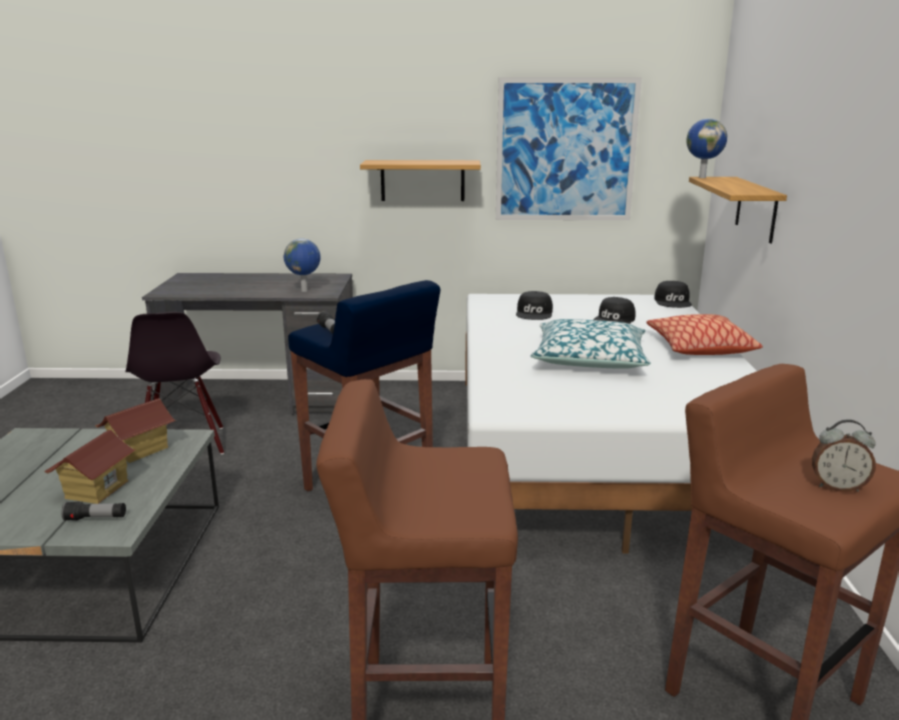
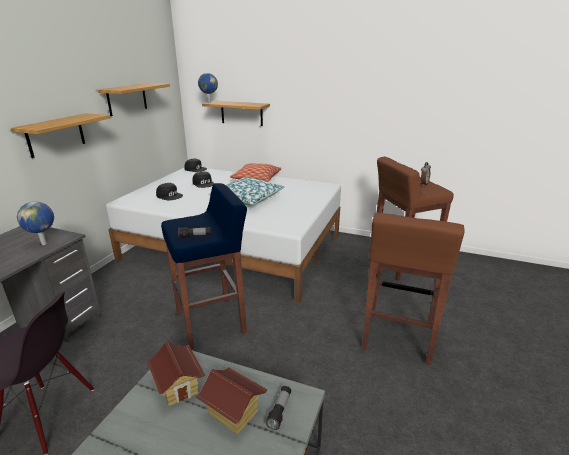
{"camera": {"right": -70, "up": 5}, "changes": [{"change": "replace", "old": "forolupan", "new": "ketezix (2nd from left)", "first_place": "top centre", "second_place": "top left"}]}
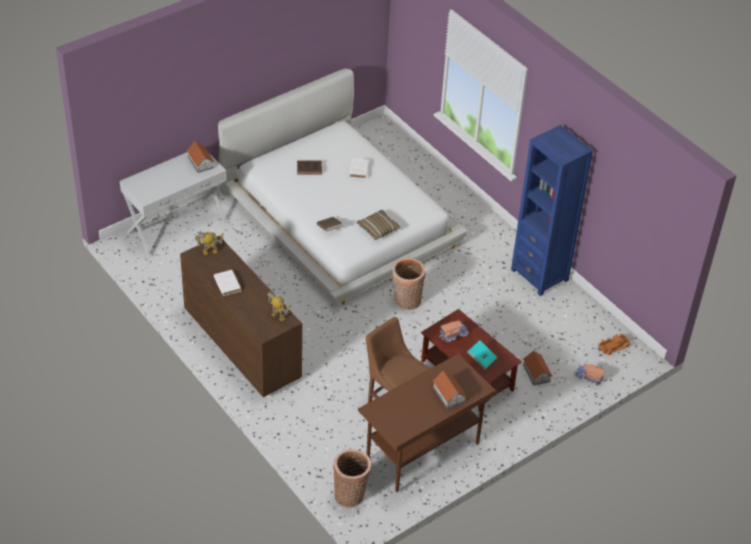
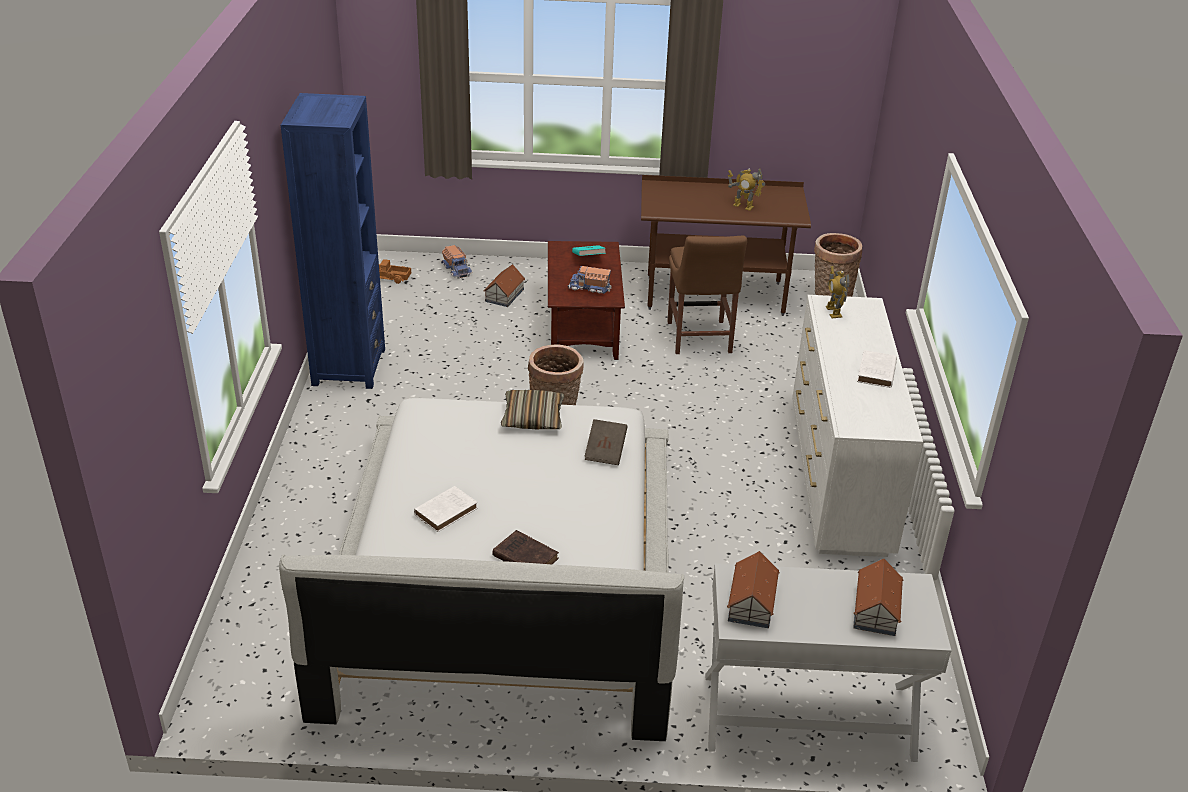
{"camera": {"right": -140, "up": -10}, "changes": [{"change": "move", "old": "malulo (1st from left)", "first_place": "middle left", "second_place": "top centre"}, {"change": "recolor", "old": "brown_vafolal", "new": "white_vafolal", "first_place": "middle left", "second_place": "middle right"}, {"change": "move", "old": "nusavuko (2nd from left in the first image)", "new": "nusavuko (3rd from left)", "first_place": "bottom centre", "second_place": "bottom right"}]}
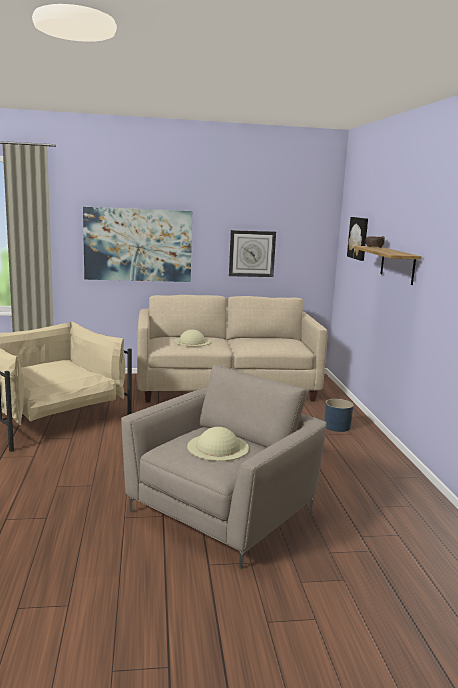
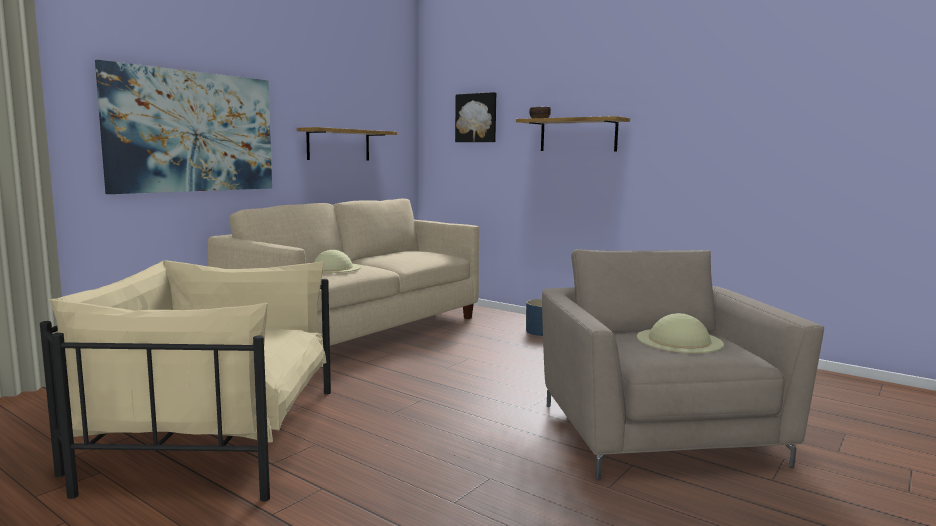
{"camera": {"right": -45, "up": -5}, "changes": [{"change": "replace", "old": "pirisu", "new": "ketezix (1st from left)", "first_place": "centre", "second_place": "top centre"}]}
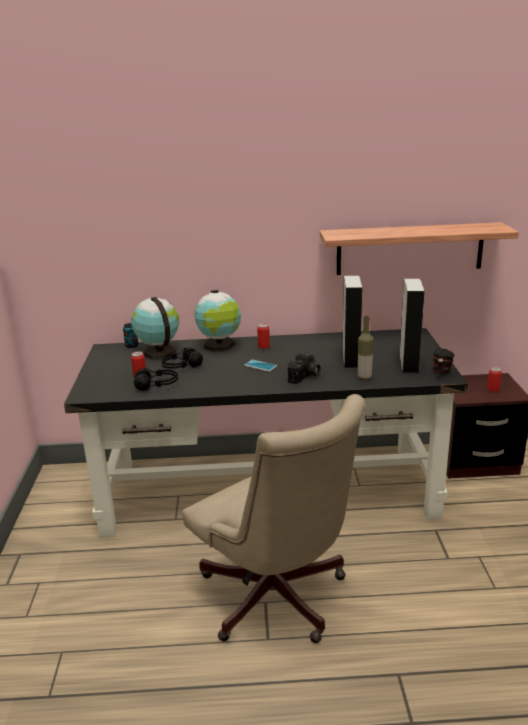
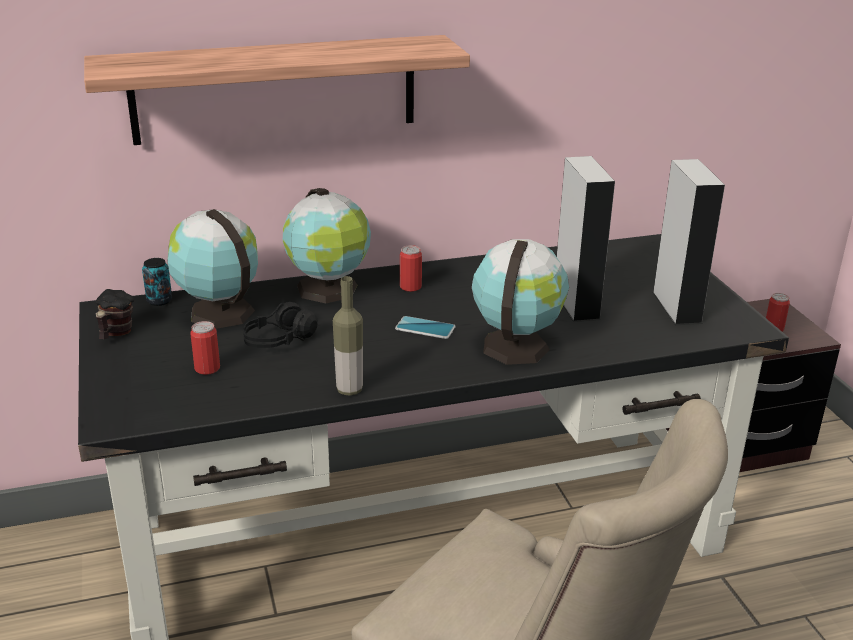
{"camera": {"right": -15, "up": 5}, "changes": [{"change": "move", "old": "ketezix", "first_place": "middle right", "second_place": "top left"}, {"change": "move", "old": "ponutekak", "first_place": "middle right", "second_place": "centre"}, {"change": "move", "old": "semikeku", "first_place": "middle right", "second_place": "middle left"}, {"change": "replace", "old": "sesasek", "new": "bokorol (3rd from left)", "first_place": "centre", "second_place": "centre"}, {"change": "delete", "old": "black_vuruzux (1st from left)", "first_place": "middle left"}]}
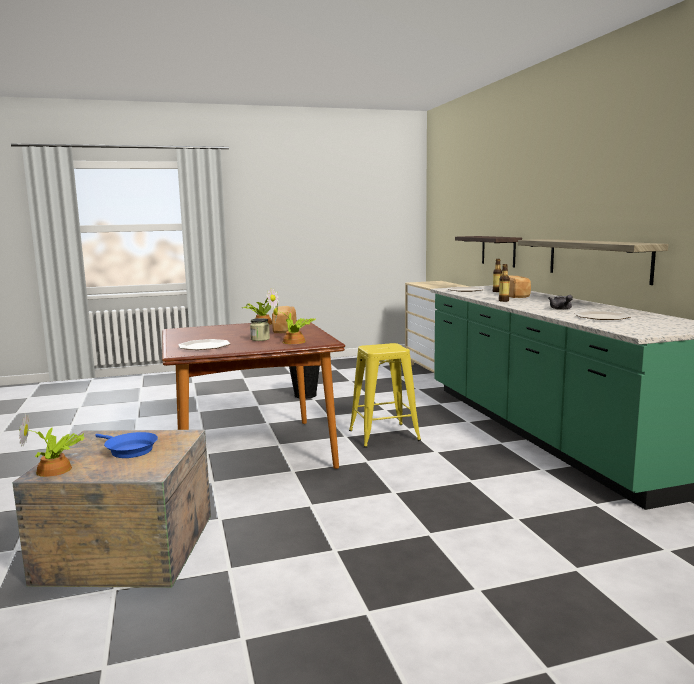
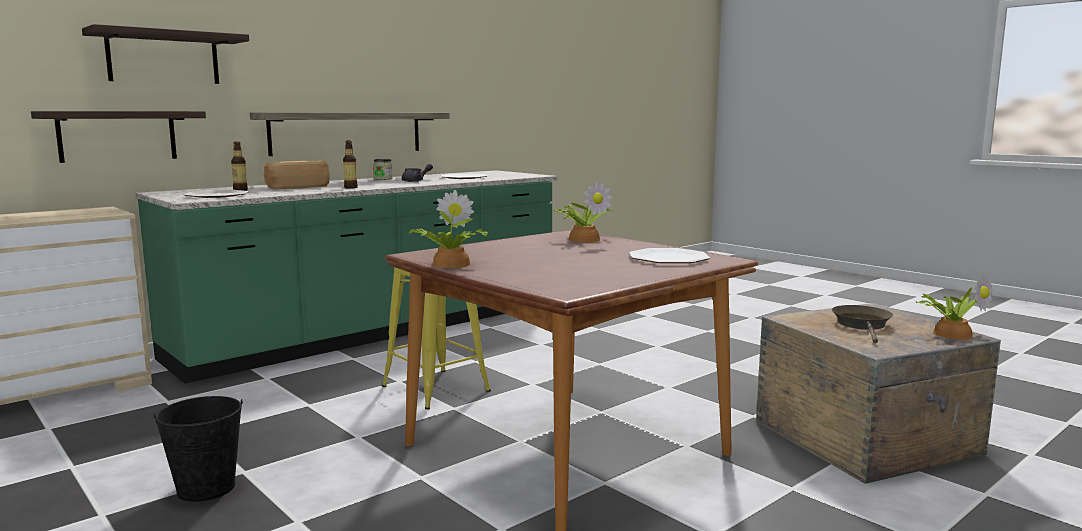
{"camera": {"right": -115, "up": 0}, "changes": [{"change": "delete", "old": "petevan (1st from left)", "first_place": "centre"}, {"change": "move", "old": "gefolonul", "first_place": "centre", "second_place": "top centre"}, {"change": "recolor", "old": "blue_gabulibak", "new": "brown_gabulibak", "first_place": "middle left", "second_place": "middle right"}, {"change": "insert", "new": "ketezix (2nd from left)", "second_place": "top left"}]}
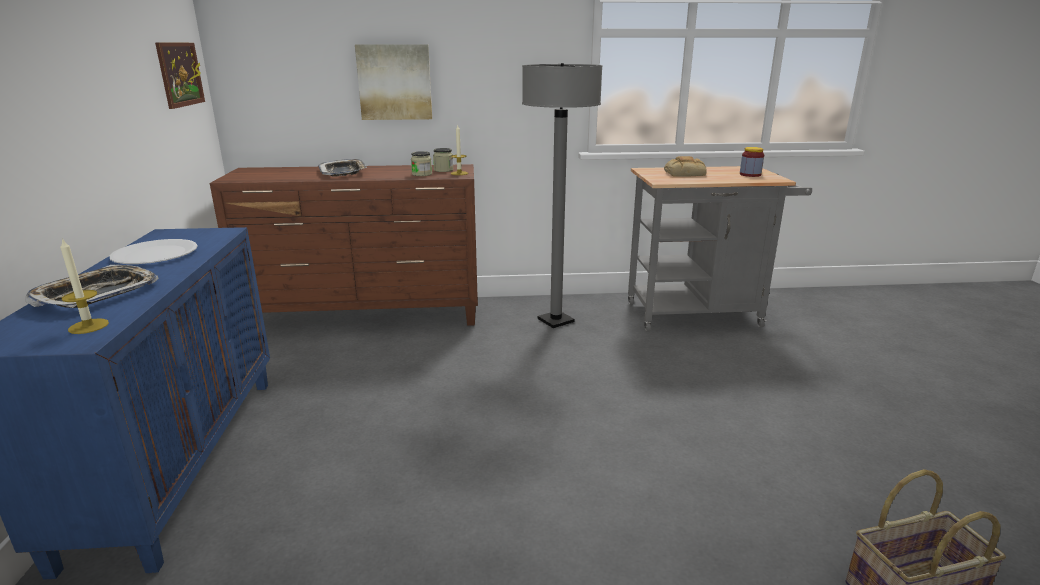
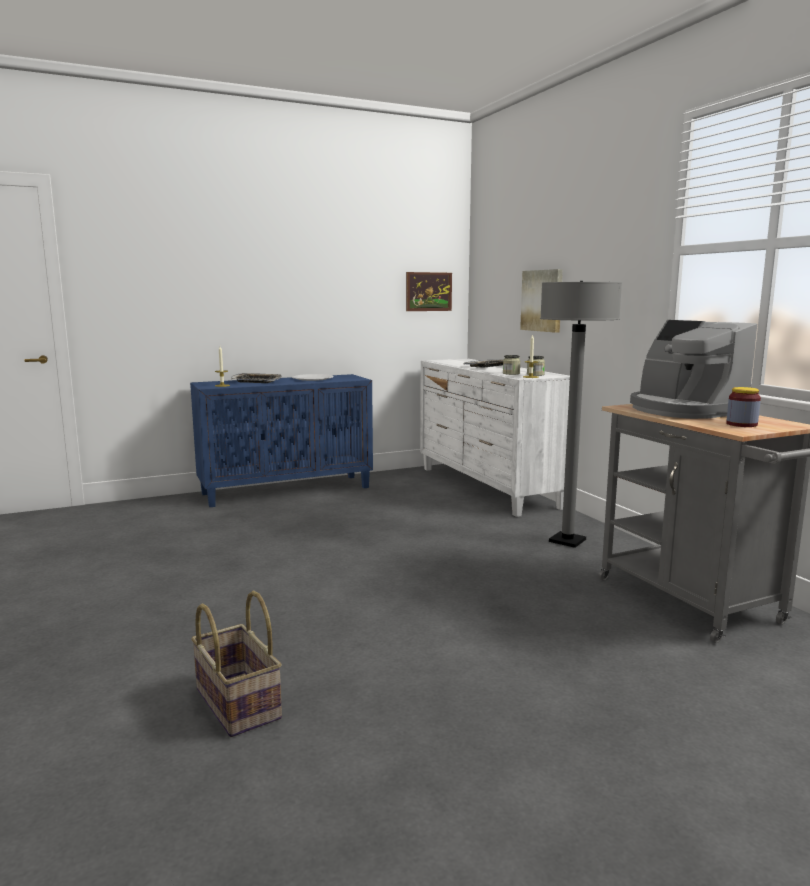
{"camera": {"right": 70, "up": -10}, "changes": [{"change": "replace", "old": "petevan", "new": "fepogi", "first_place": "top centre", "second_place": "middle right"}, {"change": "recolor", "old": "brown_vafolal", "new": "white_vafolal", "first_place": "middle left", "second_place": "centre"}]}
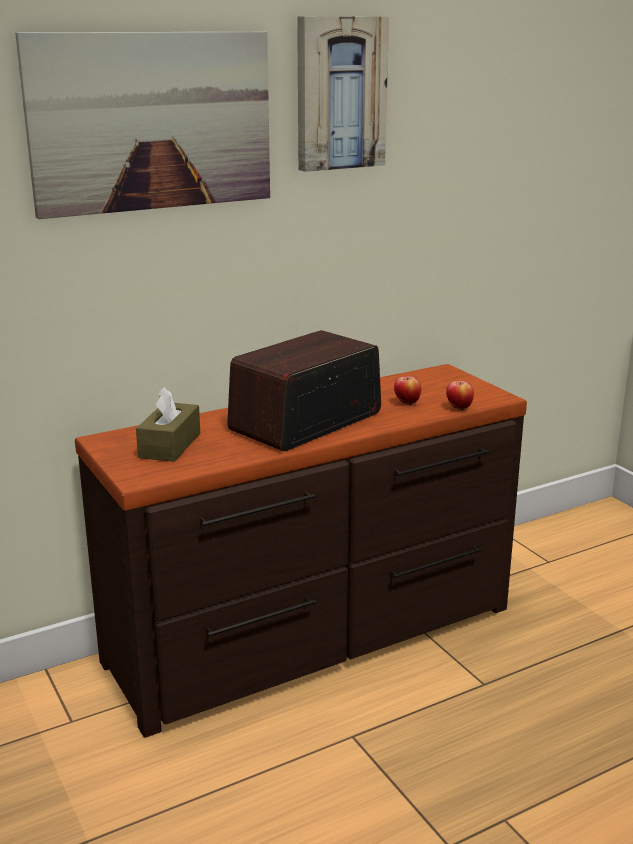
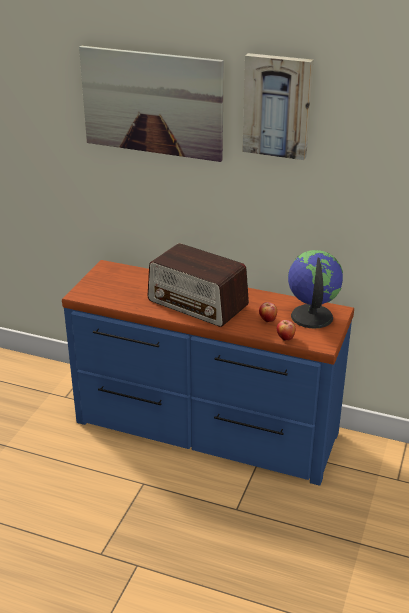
{"camera": {"right": 50, "up": 10}, "changes": [{"change": "rotate", "old": "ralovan", "first_place": "centre", "second_place": "centre", "degrees": -150}, {"change": "recolor", "old": "brown_vafolal", "new": "blue_vafolal", "first_place": "centre", "second_place": "centre"}, {"change": "delete", "old": "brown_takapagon", "first_place": "middle left"}, {"change": "insert", "new": "bokorol", "second_place": "middle right"}]}
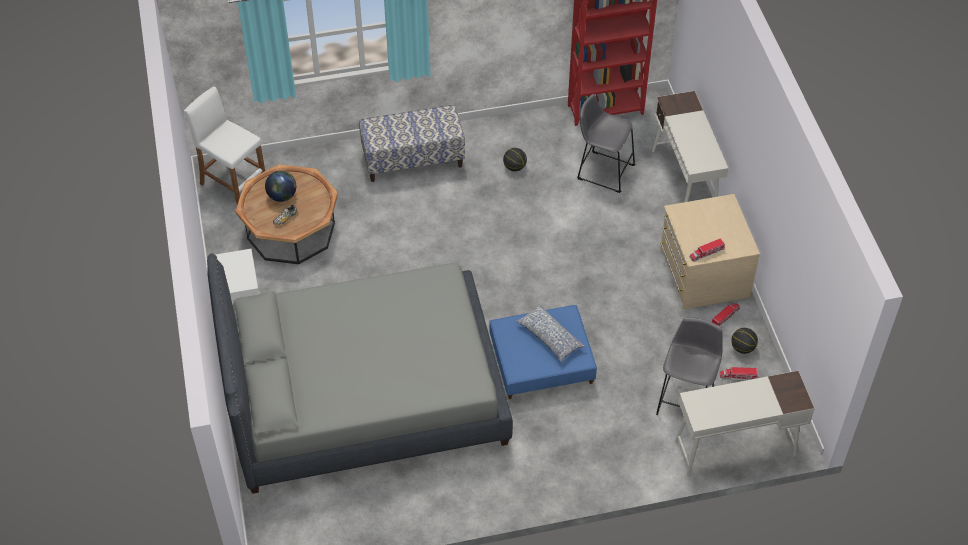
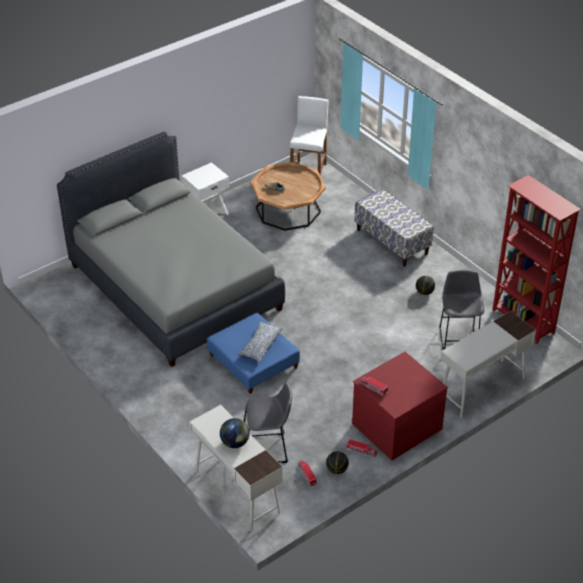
{"camera": {"right": 65, "up": -10}, "changes": [{"change": "move", "old": "bokorol", "first_place": "middle left", "second_place": "bottom centre"}, {"change": "recolor", "old": "beige_vafolal", "new": "red_vafolal", "first_place": "middle right", "second_place": "bottom right"}]}
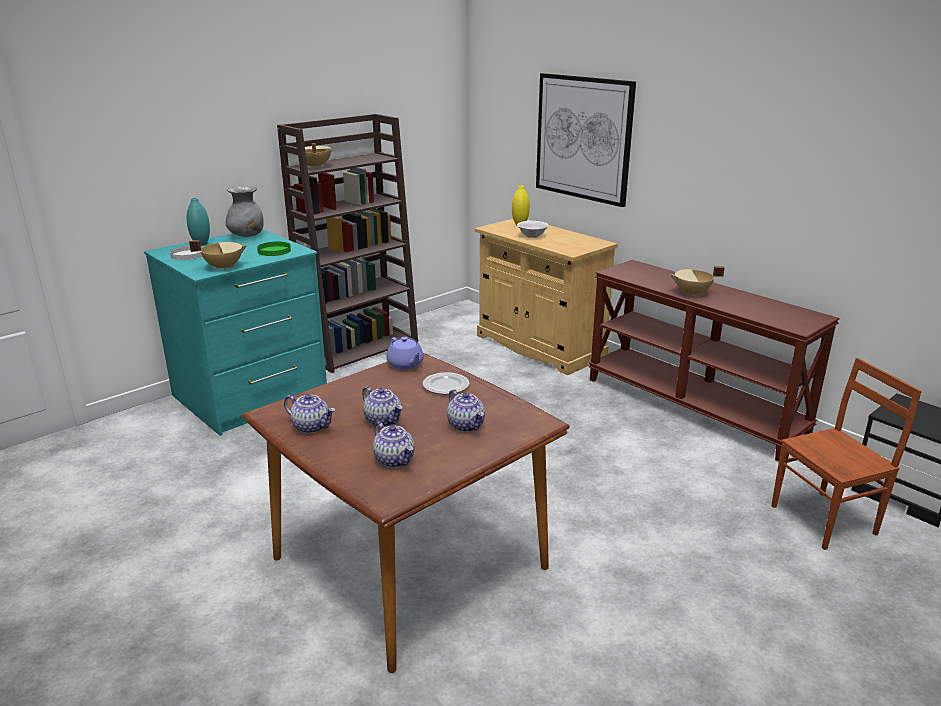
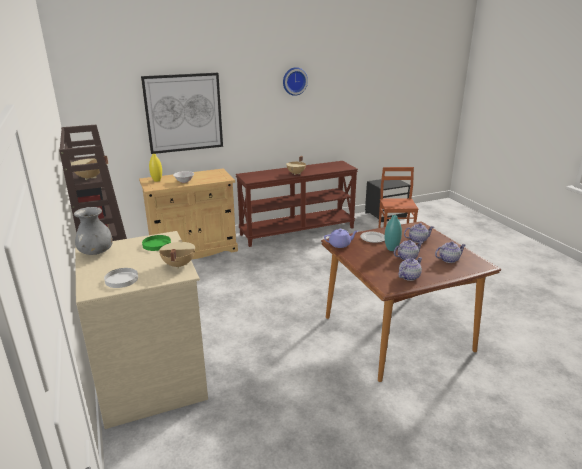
{"camera": {"right": -70, "up": 0}, "changes": [{"change": "move", "old": "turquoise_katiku", "first_place": "top left", "second_place": "middle right"}, {"change": "recolor", "old": "turquoise_vafolal", "new": "beige_vafolal", "first_place": "middle left", "second_place": "bottom left"}, {"change": "insert", "new": "pirisu", "second_place": "top centre"}]}
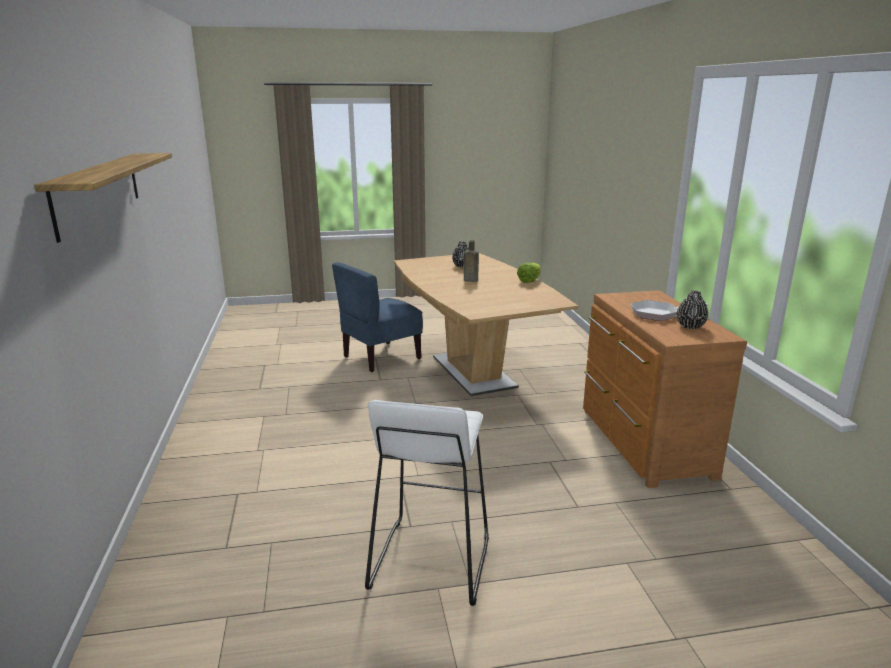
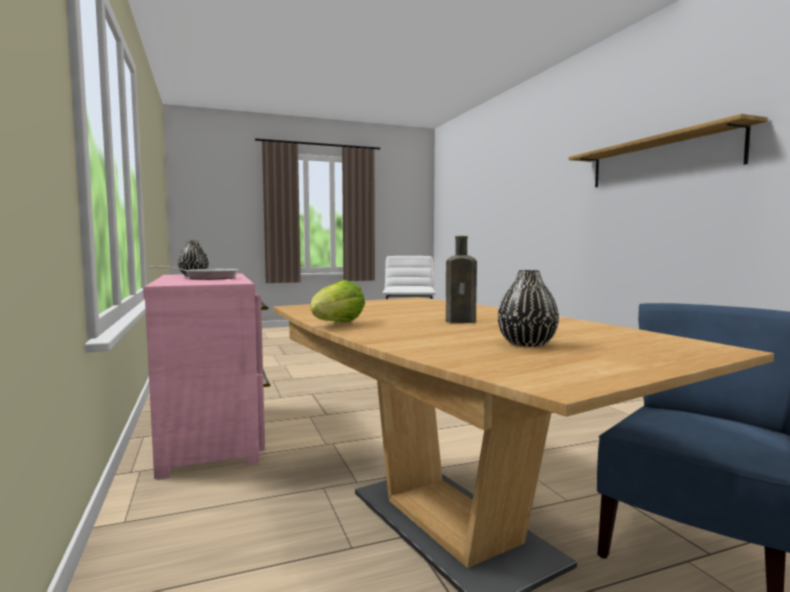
{"camera": {"right": 170, "up": -15}, "changes": [{"change": "recolor", "old": "brown_vafolal", "new": "pink_vafolal", "first_place": "middle right", "second_place": "middle left"}]}
